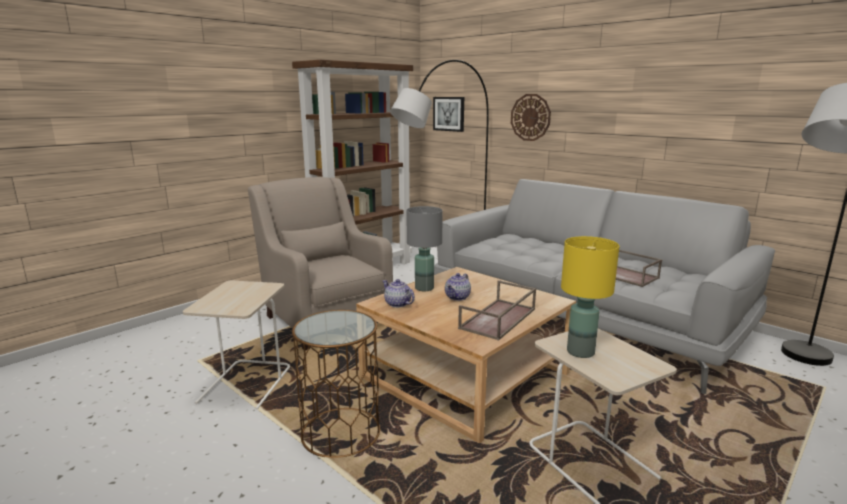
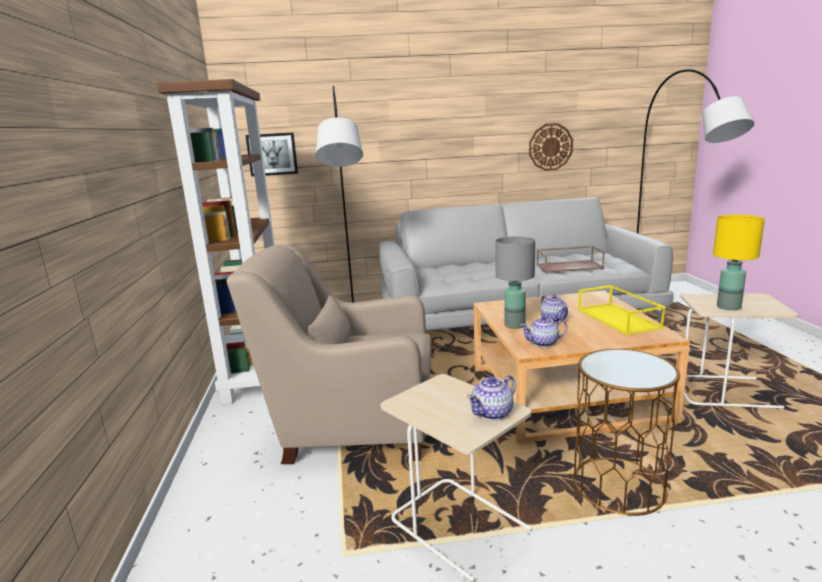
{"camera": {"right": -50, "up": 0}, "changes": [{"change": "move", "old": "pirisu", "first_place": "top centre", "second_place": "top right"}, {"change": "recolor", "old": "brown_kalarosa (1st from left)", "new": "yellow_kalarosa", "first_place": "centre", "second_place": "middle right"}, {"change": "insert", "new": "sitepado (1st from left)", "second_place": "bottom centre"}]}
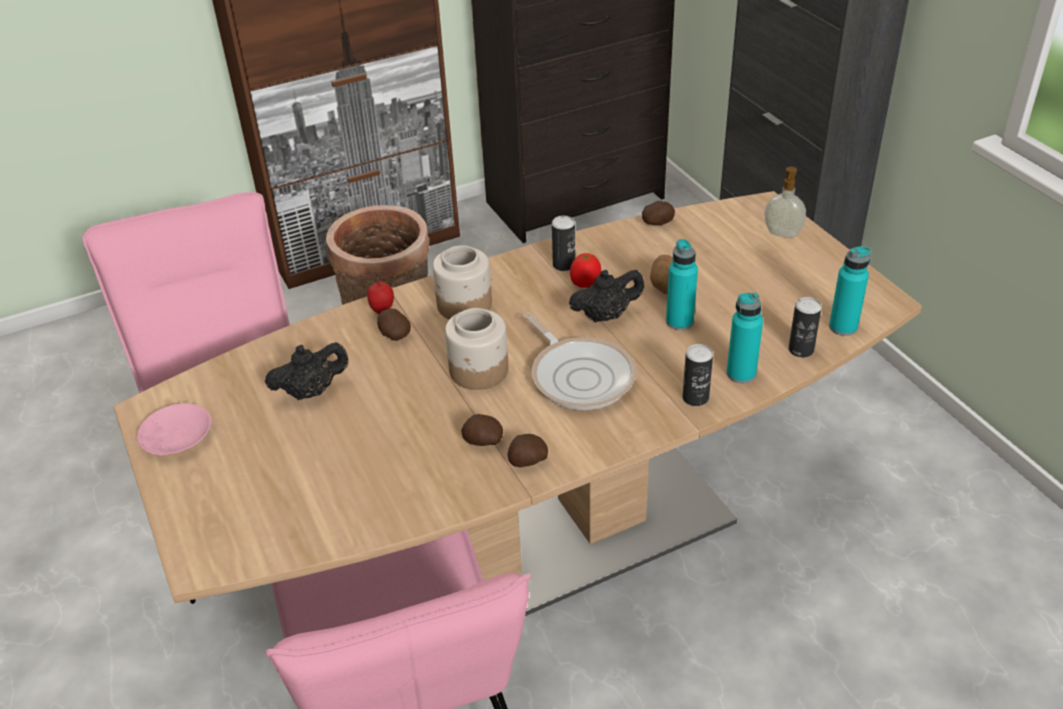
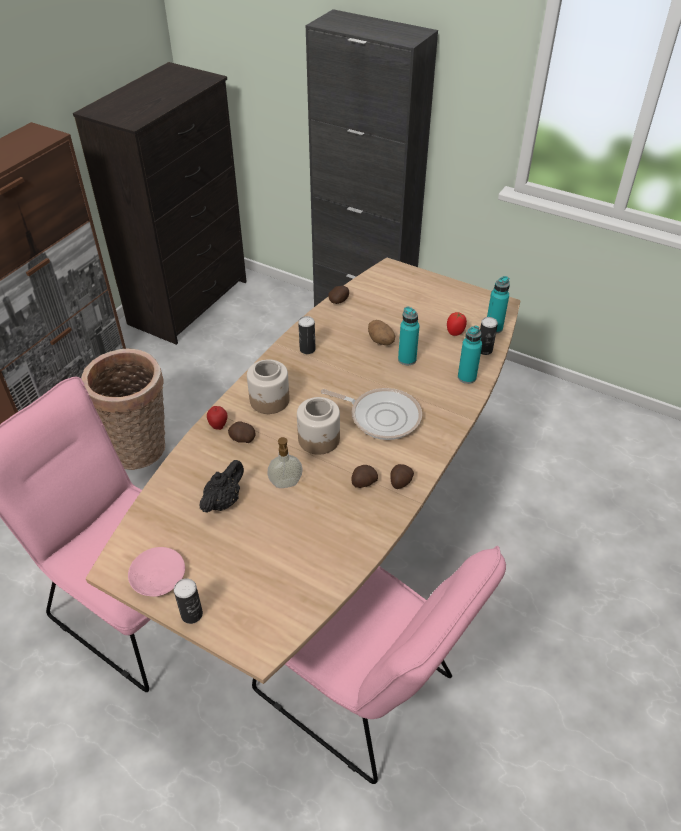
{"camera": {"right": -35, "up": 5}, "changes": [{"change": "move", "old": "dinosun", "first_place": "top right", "second_place": "centre"}, {"change": "move", "old": "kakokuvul", "first_place": "centre", "second_place": "middle right"}, {"change": "delete", "old": "black_sitepado (2nd from left)", "first_place": "centre"}, {"change": "move", "old": "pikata (2nd from left in the first image)", "new": "pikata (1st from left)", "first_place": "centre", "second_place": "bottom left"}]}
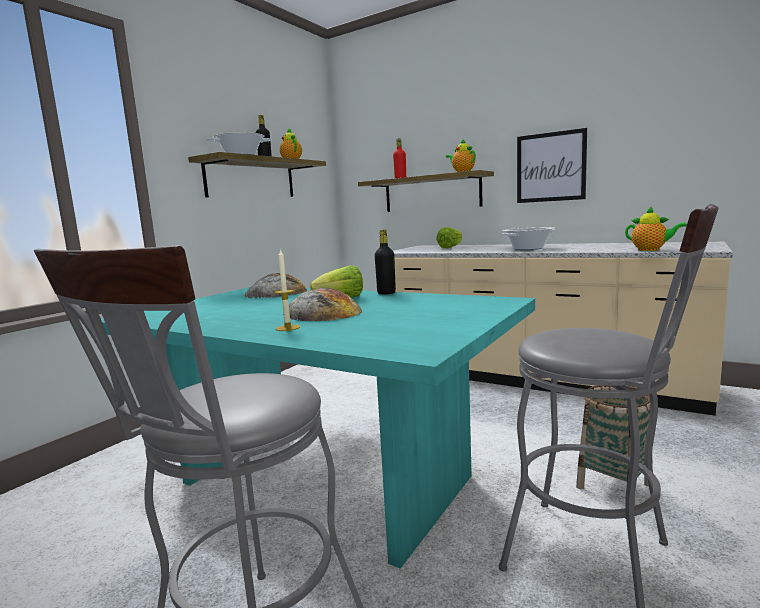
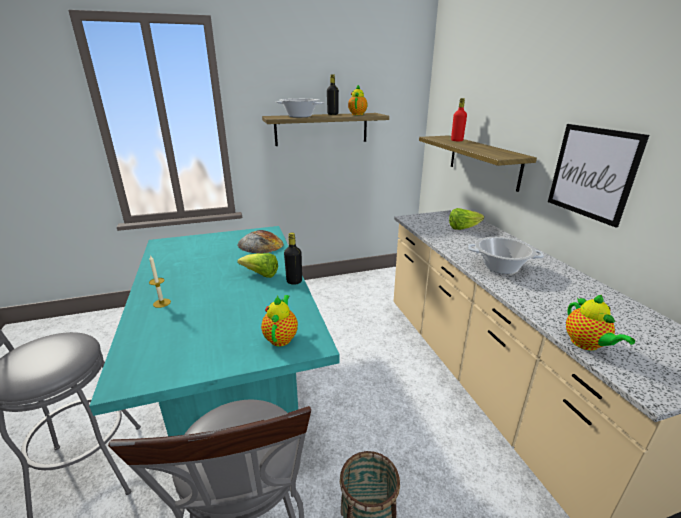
{"camera": {"right": 40, "up": 15}, "changes": [{"change": "move", "old": "sitepado (2nd from left in the first image)", "new": "sitepado (1st from left)", "first_place": "top centre", "second_place": "centre"}, {"change": "delete", "old": "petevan (2nd from left)", "first_place": "centre"}]}
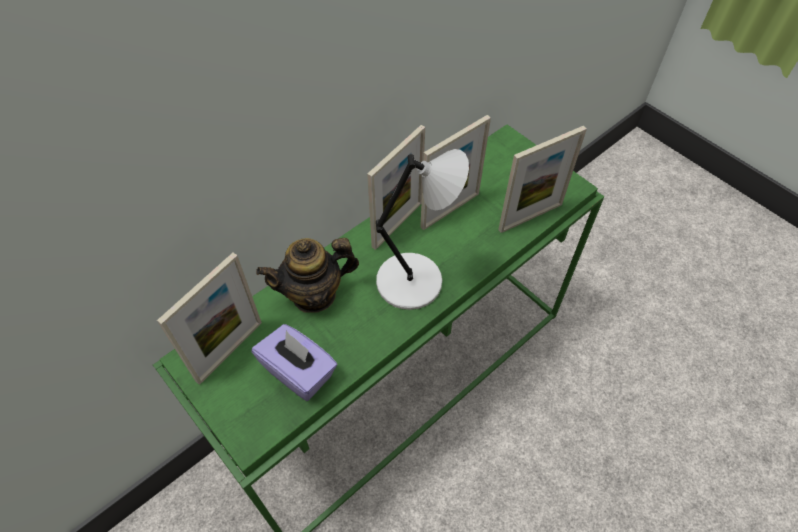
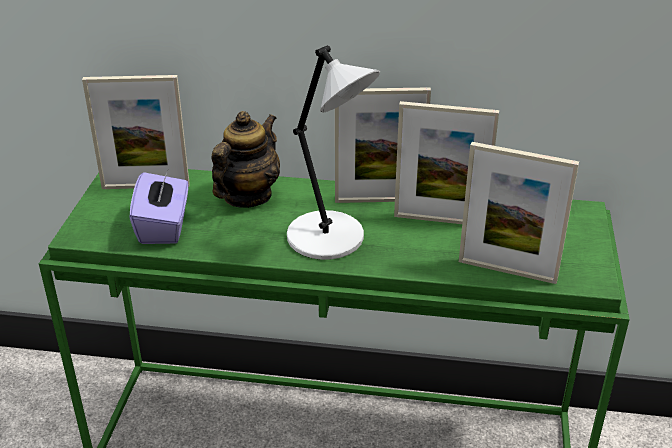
{"camera": {"right": 50, "up": -20}, "changes": [{"change": "rotate", "old": "sitepado", "first_place": "centre", "second_place": "centre", "degrees": 90}]}
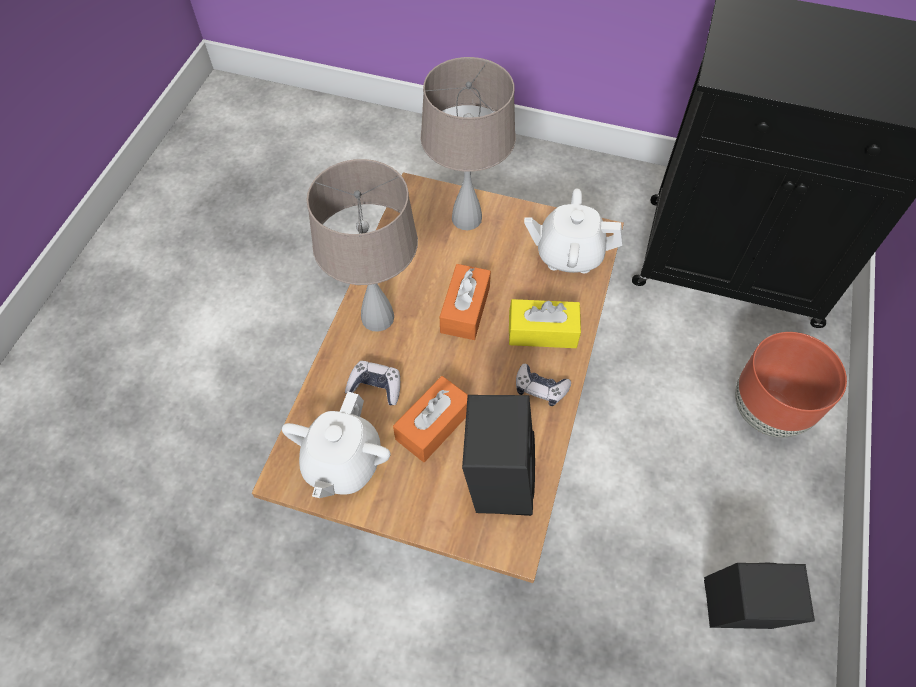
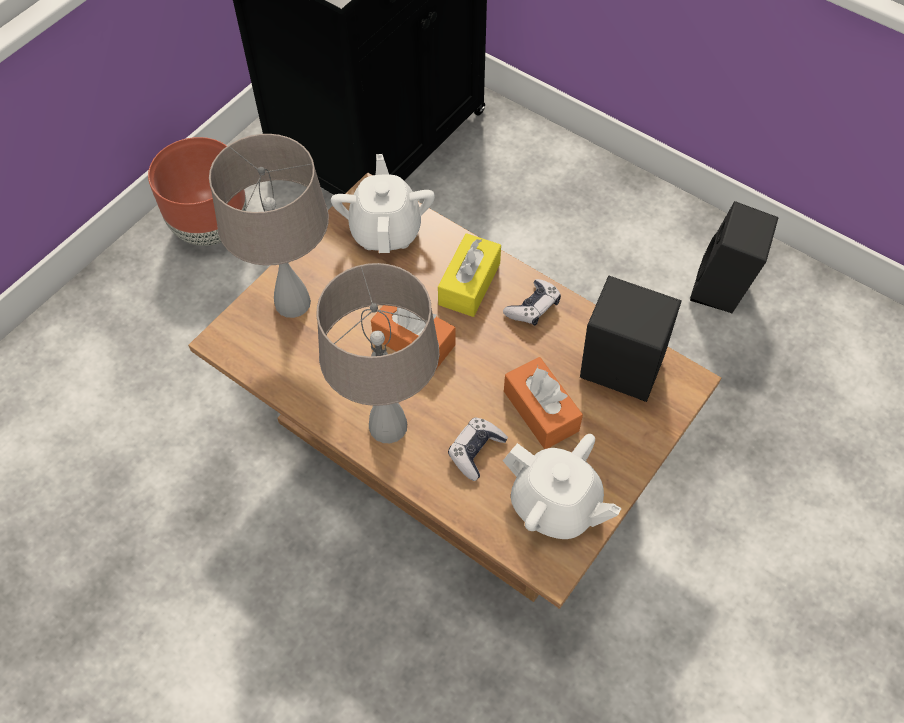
{"camera": {"right": -70, "up": 0}, "changes": [{"change": "rotate", "old": "white_sitepado (2nd from left in the first image)", "first_place": "centre", "second_place": "top centre", "degrees": 150}, {"change": "move", "old": "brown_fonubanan", "first_place": "middle right", "second_place": "top left"}]}
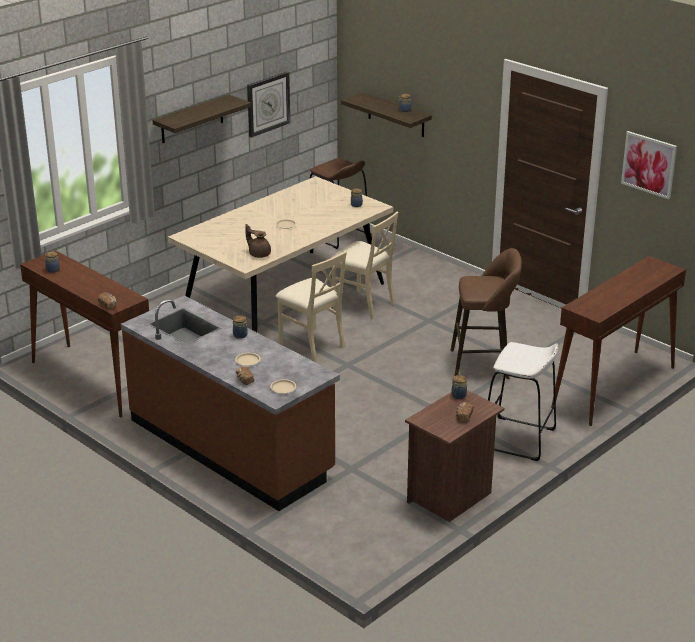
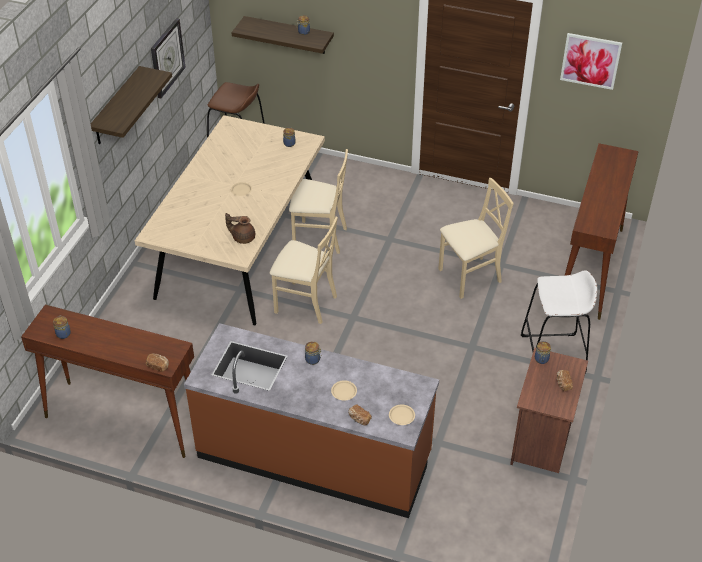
{"camera": {"right": -25, "up": 15}, "changes": [{"change": "replace", "old": "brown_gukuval (2nd from left)", "new": "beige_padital (3rd from left)", "first_place": "middle right", "second_place": "middle right"}]}
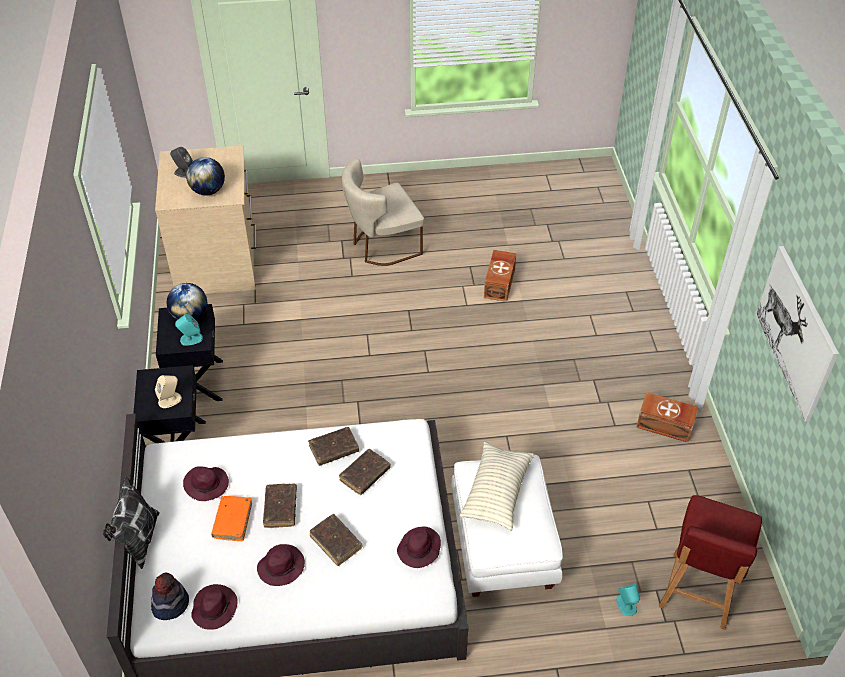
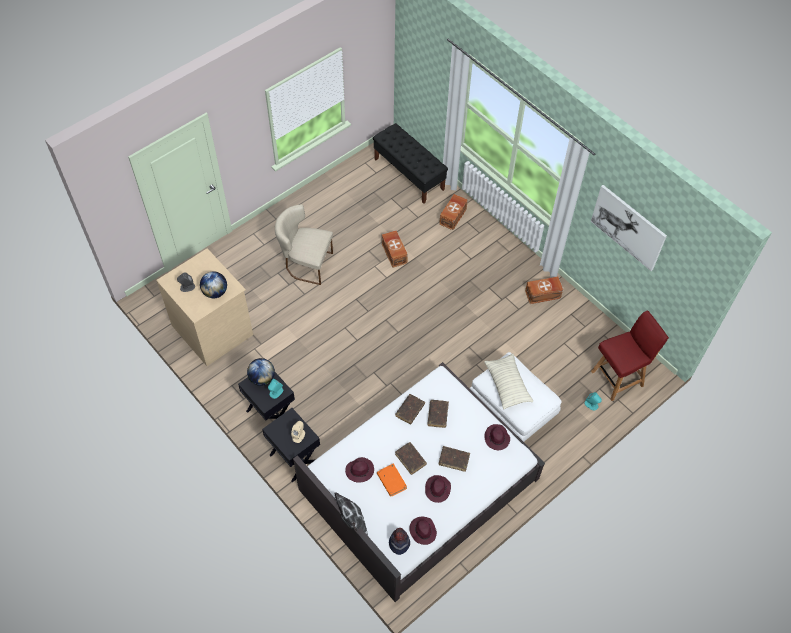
{"camera": {"right": -35, "up": 10}, "changes": [{"change": "rotate", "old": "beige_padital", "first_place": "top centre", "second_place": "centre", "degrees": 75}, {"change": "rotate", "old": "red_padital", "first_place": "bottom right", "second_place": "middle right", "degrees": -105}, {"change": "insert", "new": "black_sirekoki", "second_place": "top centre"}, {"change": "insert", "new": "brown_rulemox (2nd from left)", "second_place": "centre"}]}
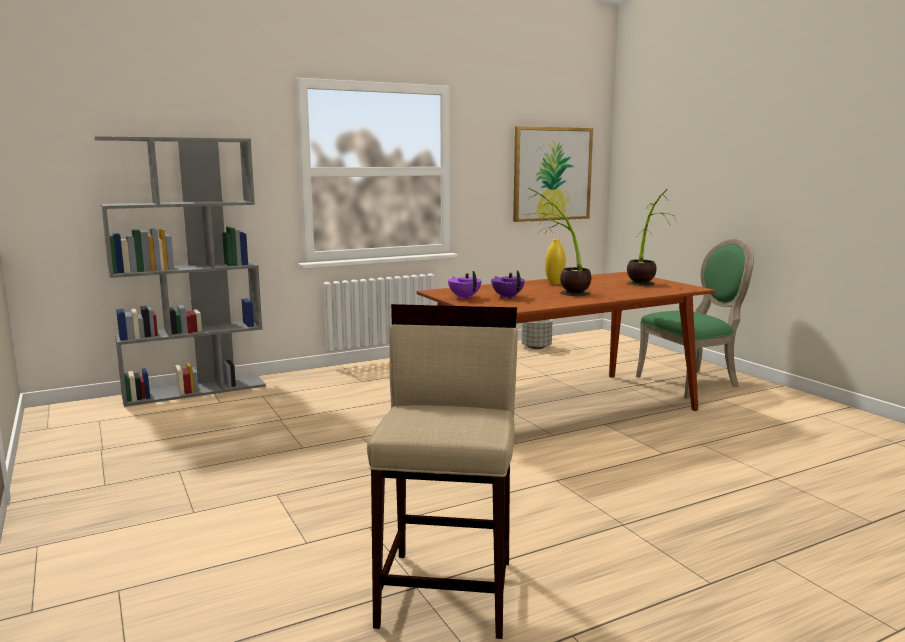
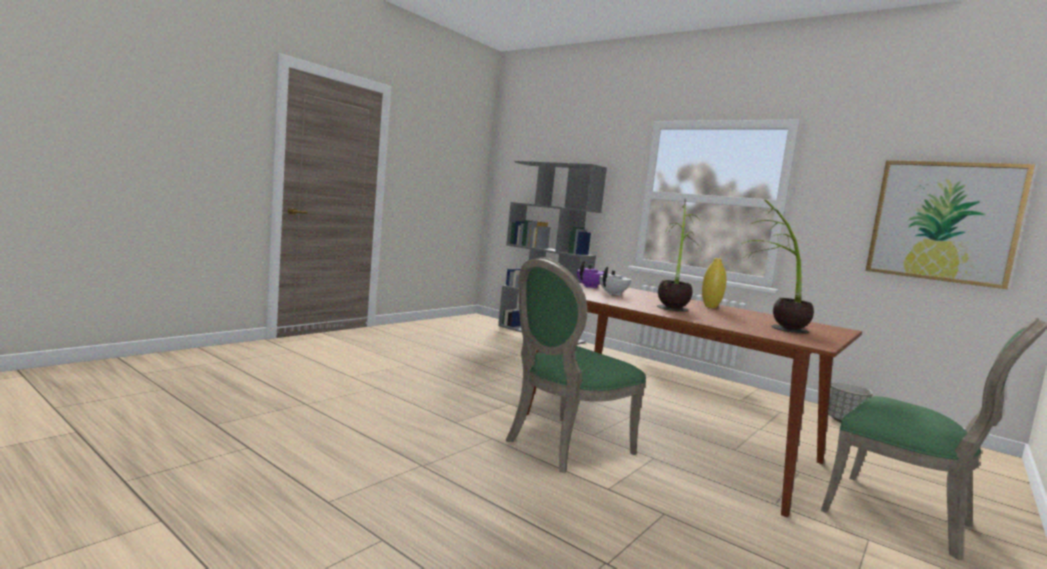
{"camera": {"right": 65, "up": -5}, "changes": [{"change": "recolor", "old": "purple_sitepado (2nd from left)", "new": "white_sitepado", "first_place": "centre", "second_place": "centre"}, {"change": "delete", "old": "beige_gukuval", "first_place": "bottom centre"}, {"change": "insert", "new": "green_padital (1st from left)", "second_place": "centre"}]}
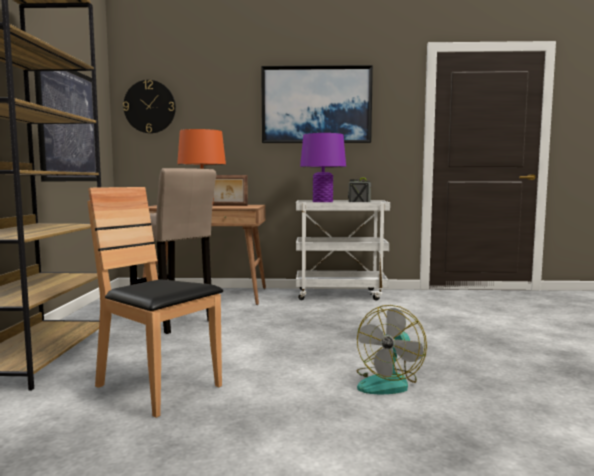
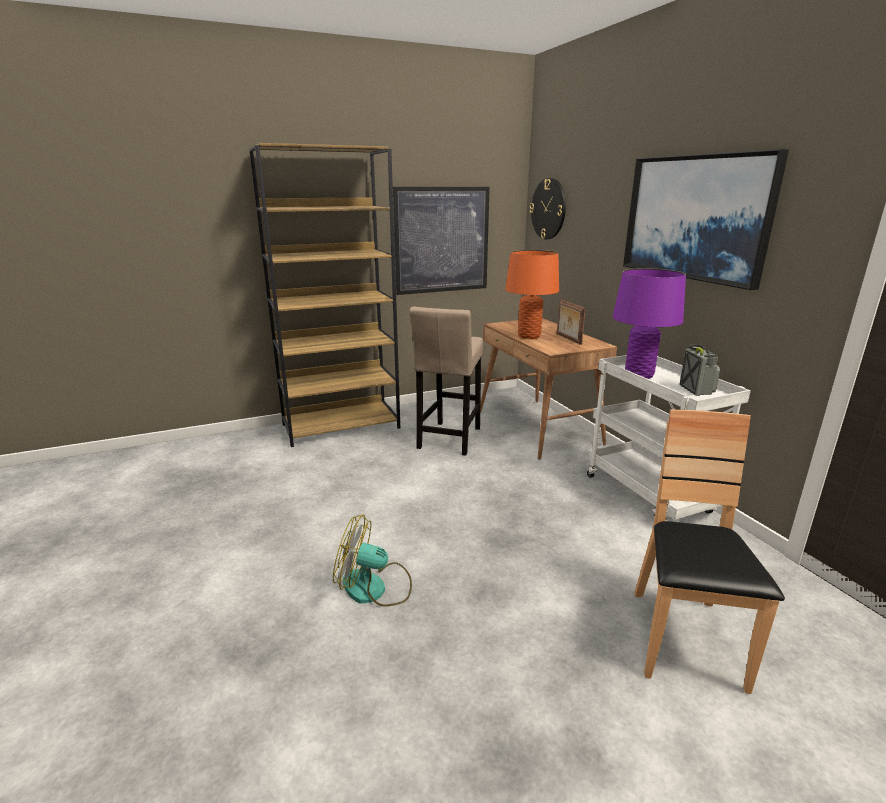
{"camera": {"right": 65, "up": 15}, "changes": [{"change": "move", "old": "brown_padital", "first_place": "middle left", "second_place": "bottom right"}]}
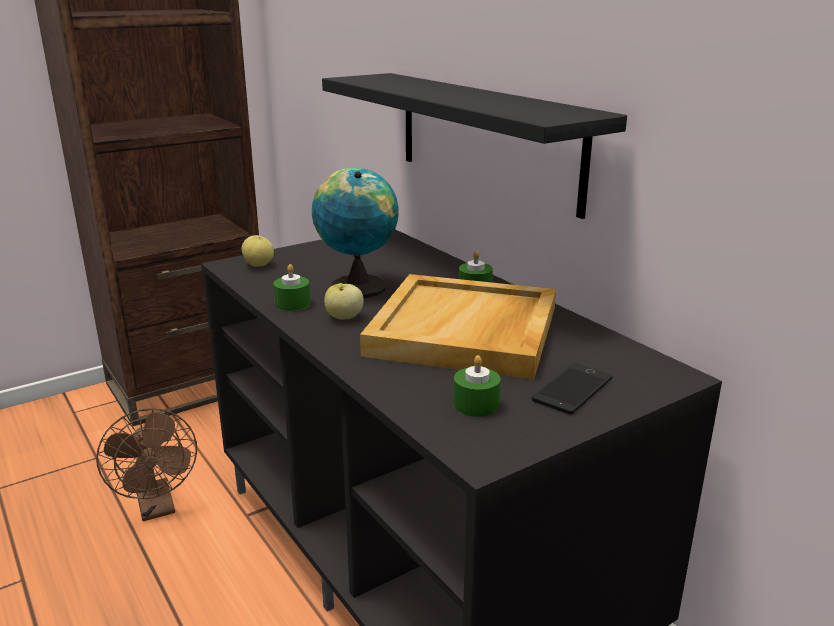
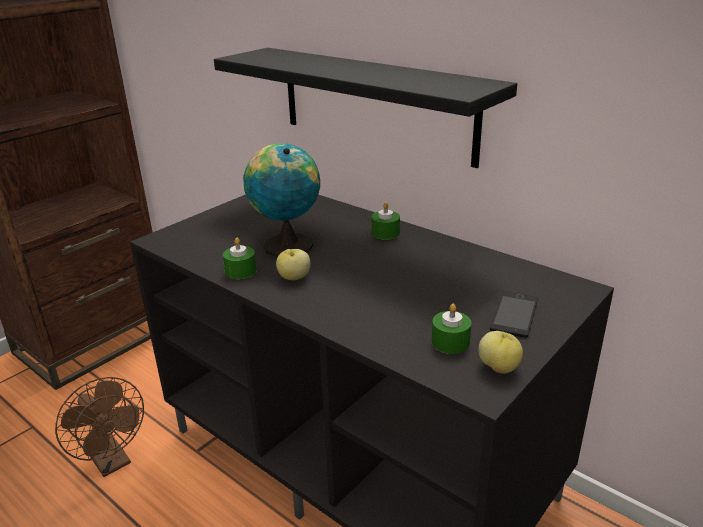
{"camera": {"right": -15, "up": 5}, "changes": [{"change": "move", "old": "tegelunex (1st from left in the first image)", "new": "tegelunex (2nd from left)", "first_place": "middle left", "second_place": "bottom right"}, {"change": "delete", "old": "beige_kalarosa", "first_place": "centre"}]}
